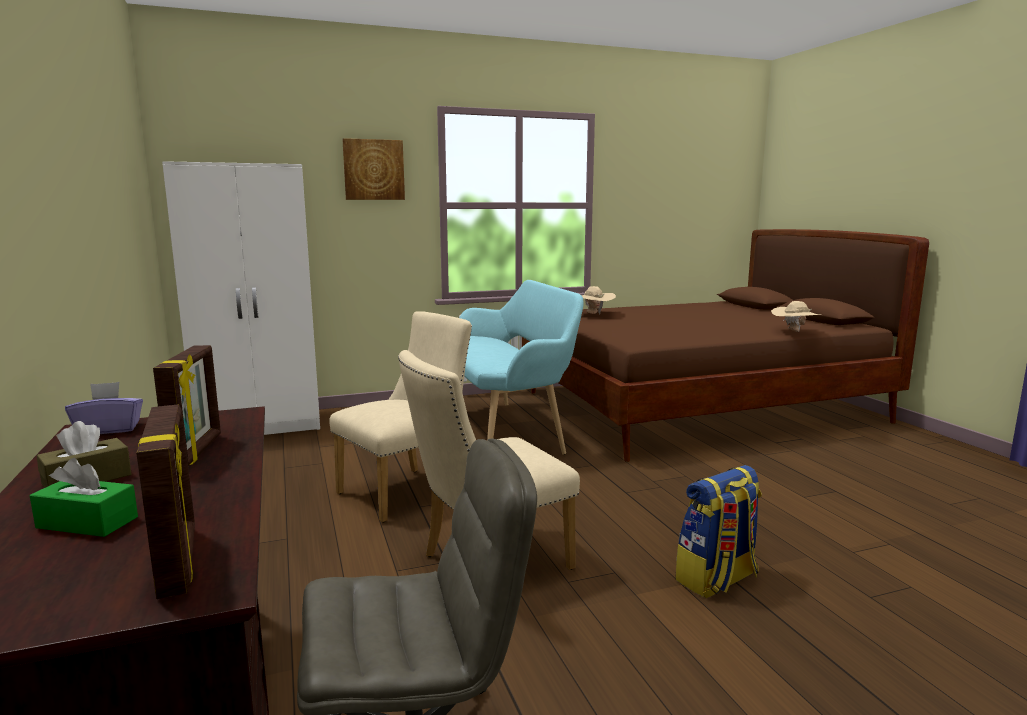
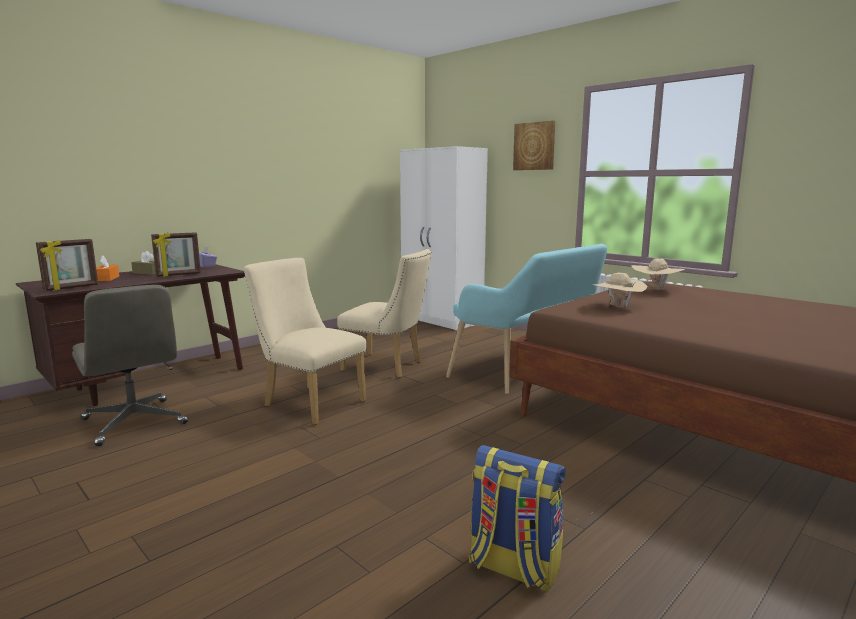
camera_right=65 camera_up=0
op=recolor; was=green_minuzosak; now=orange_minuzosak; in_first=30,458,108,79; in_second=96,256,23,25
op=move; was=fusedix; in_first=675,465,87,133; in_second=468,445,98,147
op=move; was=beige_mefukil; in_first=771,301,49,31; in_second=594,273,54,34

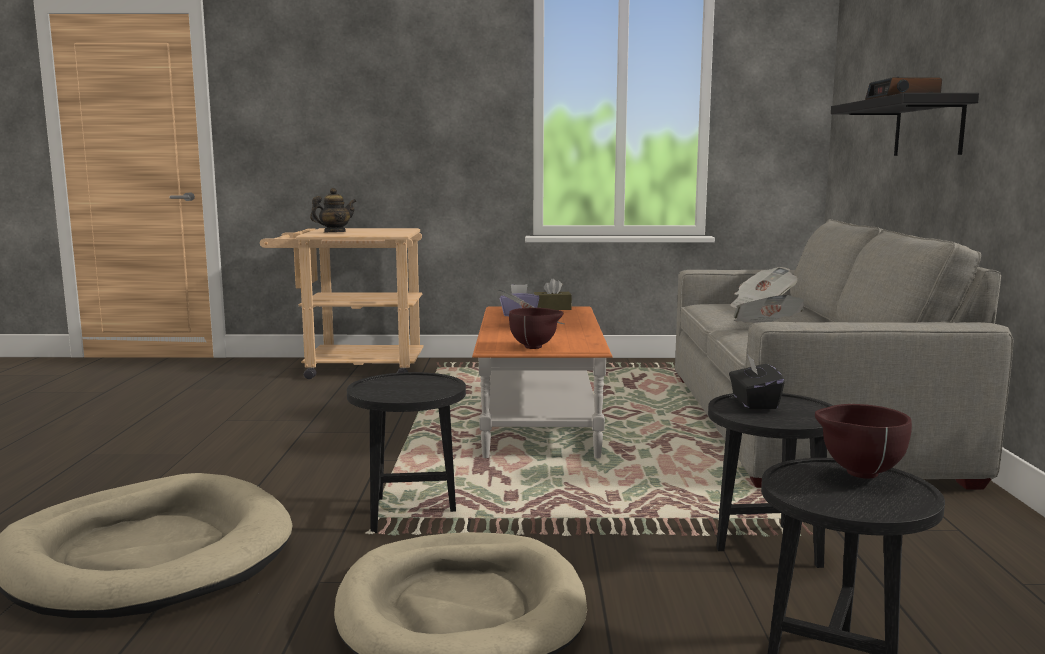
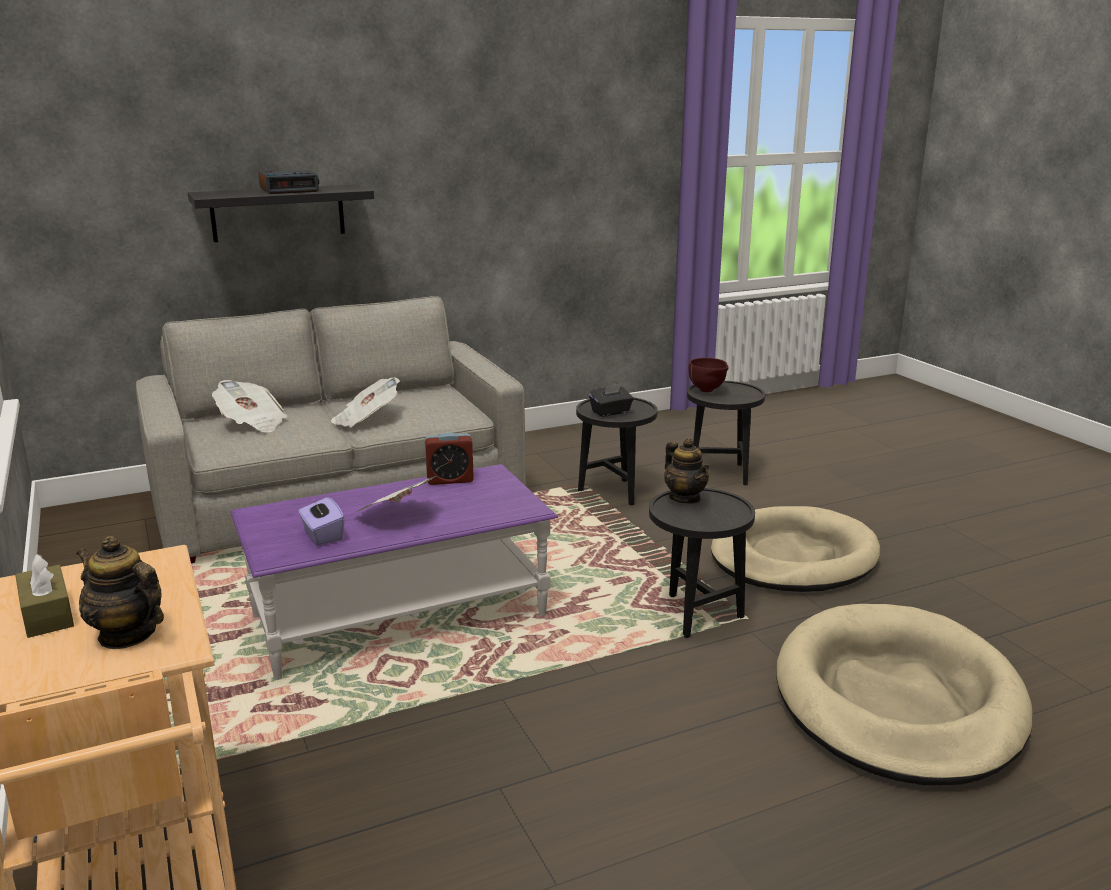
camera_right=-115 camera_up=10
op=move; was=brown_minuzosak; in_first=534,279,38,31; in_second=15,554,59,84
op=recolor; was=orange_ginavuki; now=purple_ginavuki; in_first=472,306,141,152; in_second=230,464,328,216
op=insert; now=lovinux; in_second=425,432,49,53
op=insert; now=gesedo; in_second=664,438,46,66
op=delete; was=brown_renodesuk; in_first=509,308,54,41

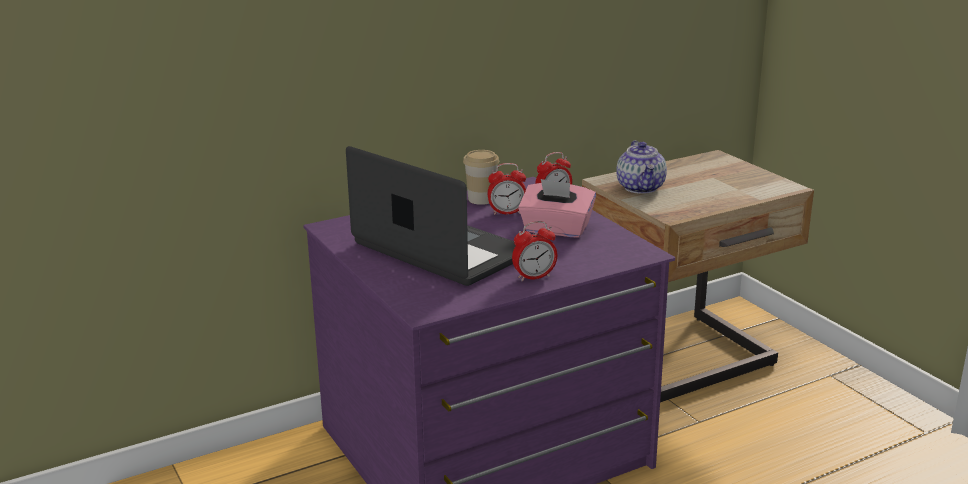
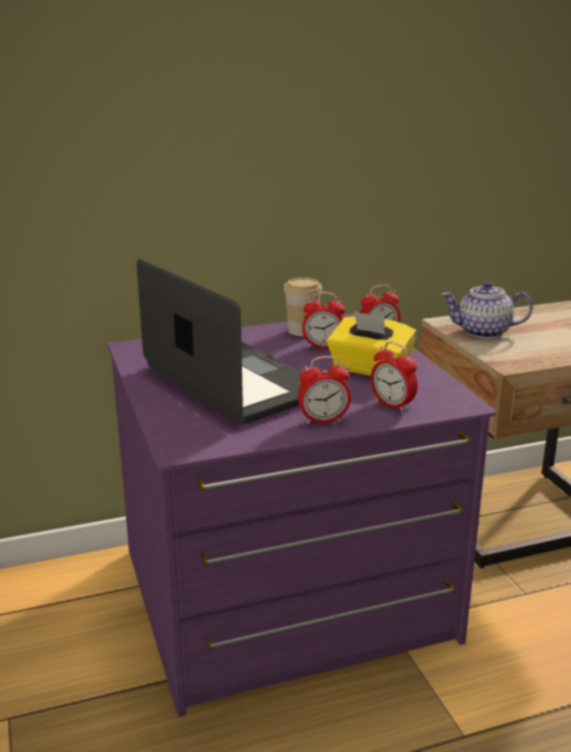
camera_right=10 camera_up=0
op=recolor; was=pink_minuzosak; now=yellow_minuzosak; in_first=518,179,78,59; in_second=327,311,90,65
op=insert; now=lovinux; in_second=370,342,48,70
op=rotate; was=gesedo; in_first=616,140,51,54; in_second=442,281,91,58; clockwise=90

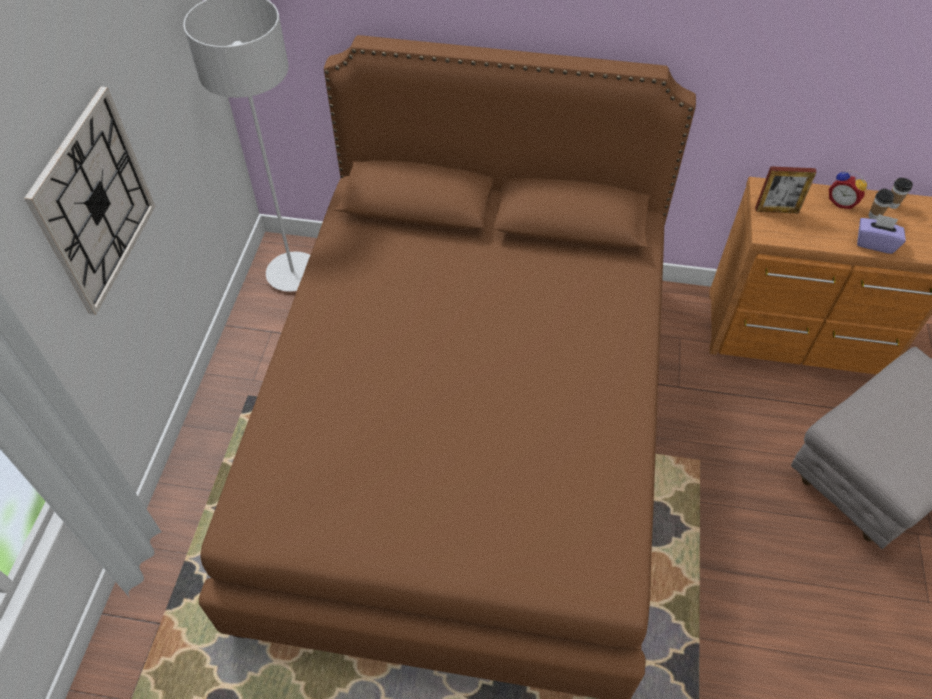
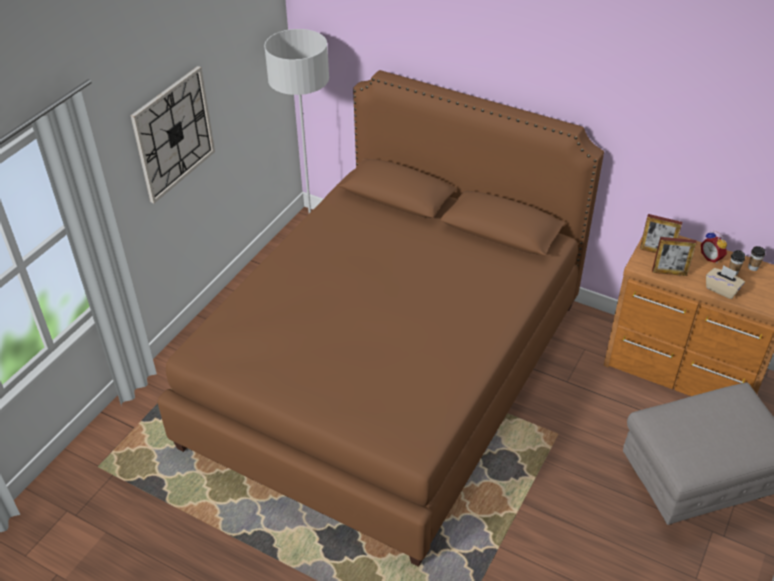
camera_right=20 camera_up=-10
op=insert; now=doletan; in_second=652,237,45,39
op=recolor; was=purple_minuzosak; now=beige_minuzosak; in_first=857,214,49,40; in_second=706,265,39,34

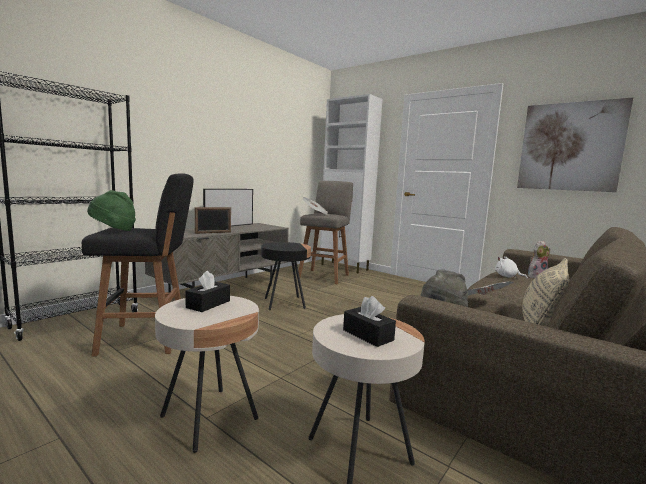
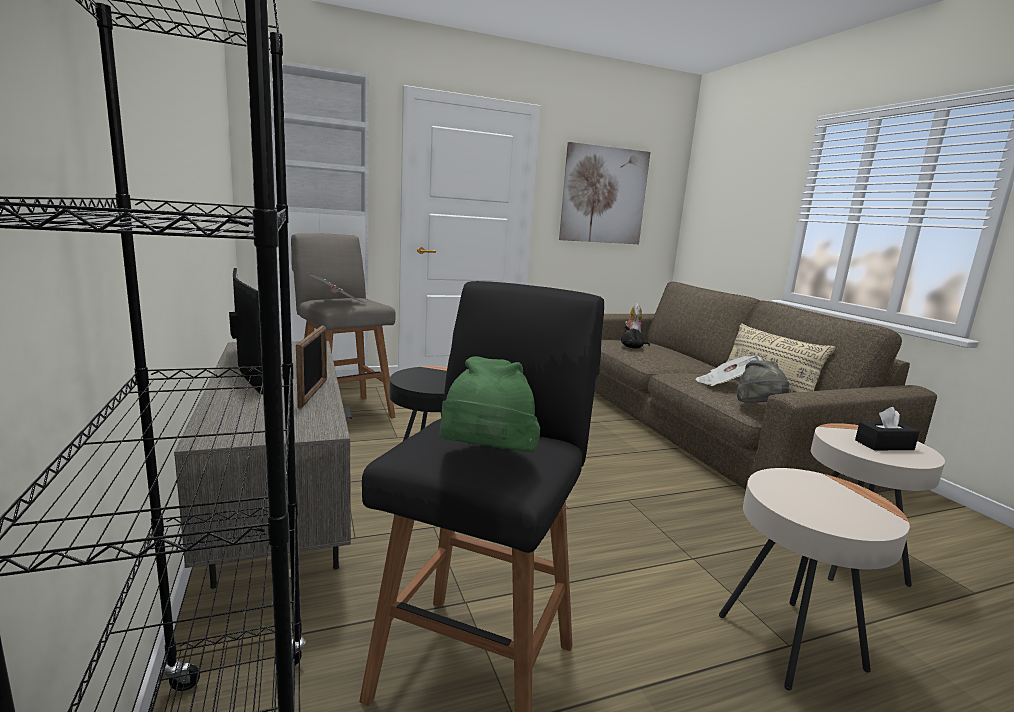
camera_right=-60 camera_up=5
op=recolor; was=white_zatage; now=black_zatage; in_first=495,256,33,23; in_second=621,326,29,22
op=delete; was=black_minuzosak; in_first=185,271,45,41

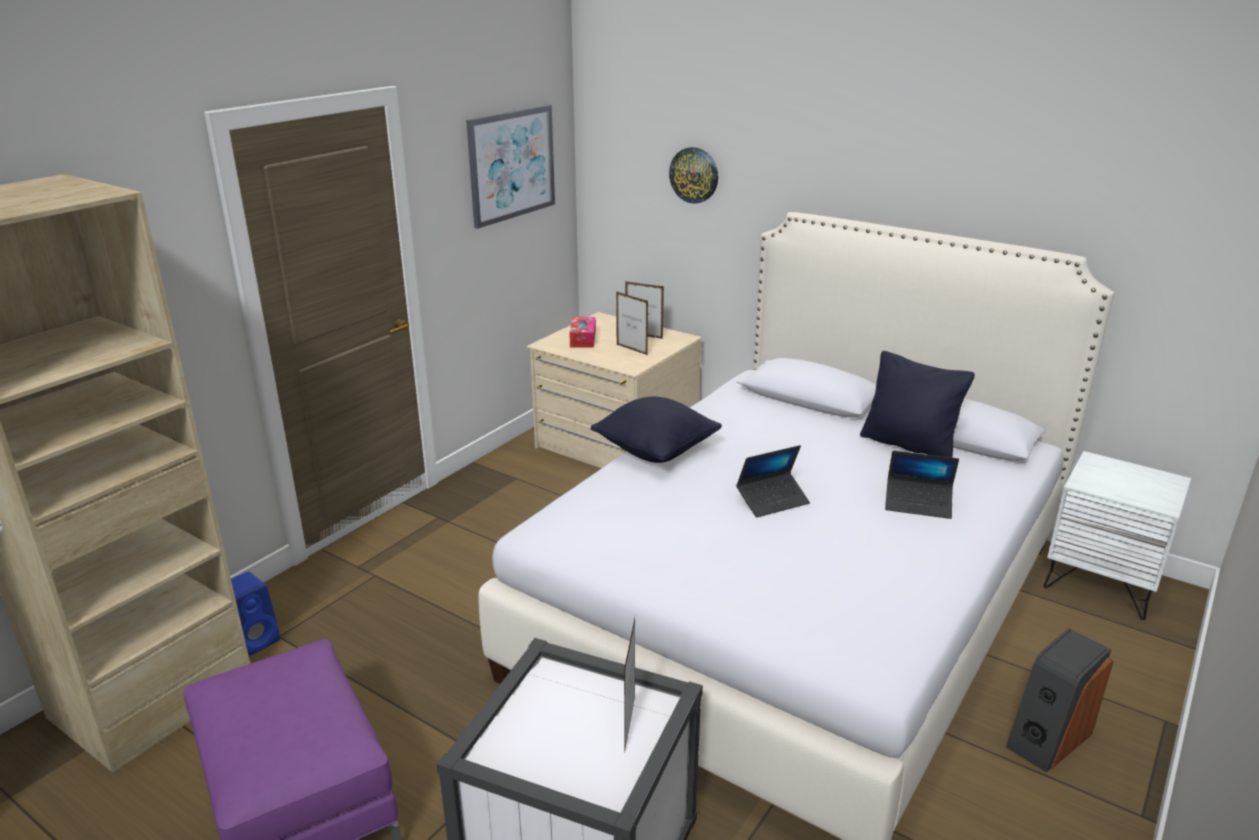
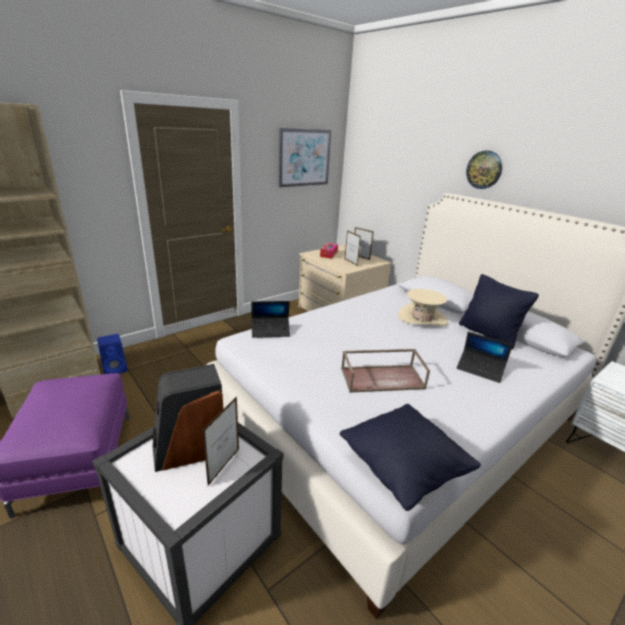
camera_right=15 camera_up=0
op=move; was=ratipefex; in_first=1006,628,107,145; in_second=152,364,71,108
op=move; was=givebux; in_first=736,445,74,72; in_second=251,301,39,37
op=move; was=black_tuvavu; in_first=590,397,132,66; in_second=340,404,141,107
op=insert; now=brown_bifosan; in_second=341,349,89,44
op=insert; now=beige_mefukil; in_second=398,289,50,37
op=move; was=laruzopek; in_first=669,147,49,57; in_second=466,150,36,39

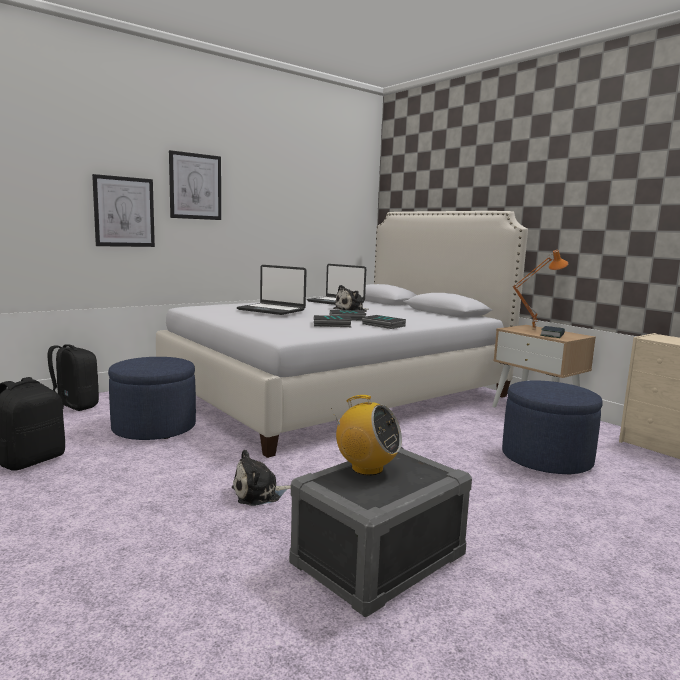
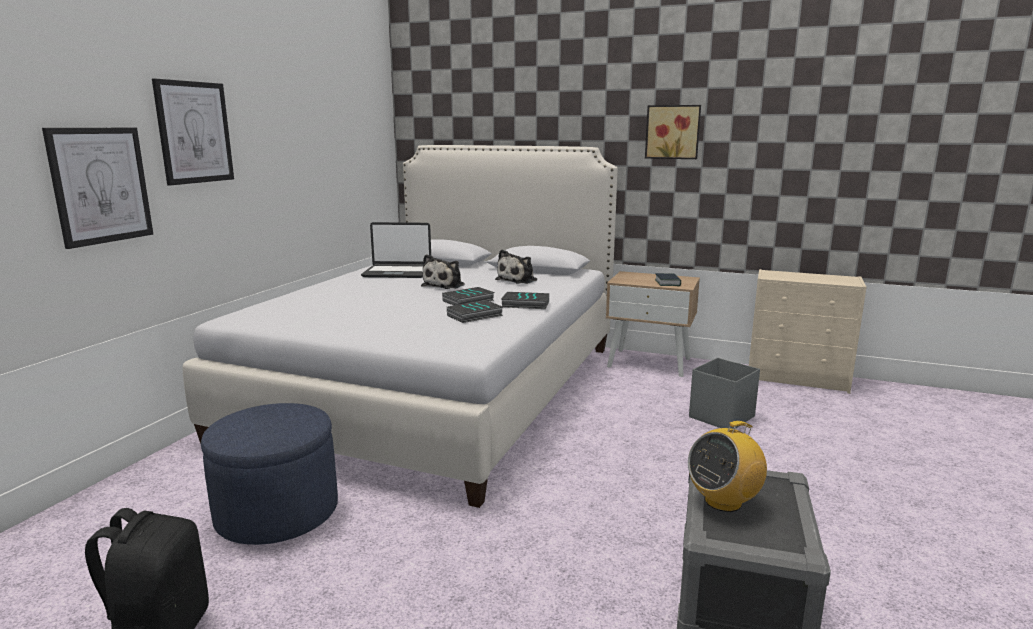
camera_right=-30 camera_up=5
op=move; was=zatage; in_first=232,450,59,56; in_second=495,249,42,35
op=insert; now=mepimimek; in_second=645,105,56,54
op=rotate; was=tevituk; in_first=331,395,71,81; in_second=688,421,79,91; clockwise=150
op=replace; was=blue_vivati; now=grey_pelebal; in_first=502,380,101,95; in_second=689,358,71,71
op=delete; was=black_fusedix; in_first=48,344,51,67
op=delete; was=givebux; in_first=237,265,70,50
op=delete; was=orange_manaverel; in_first=512,250,56,78

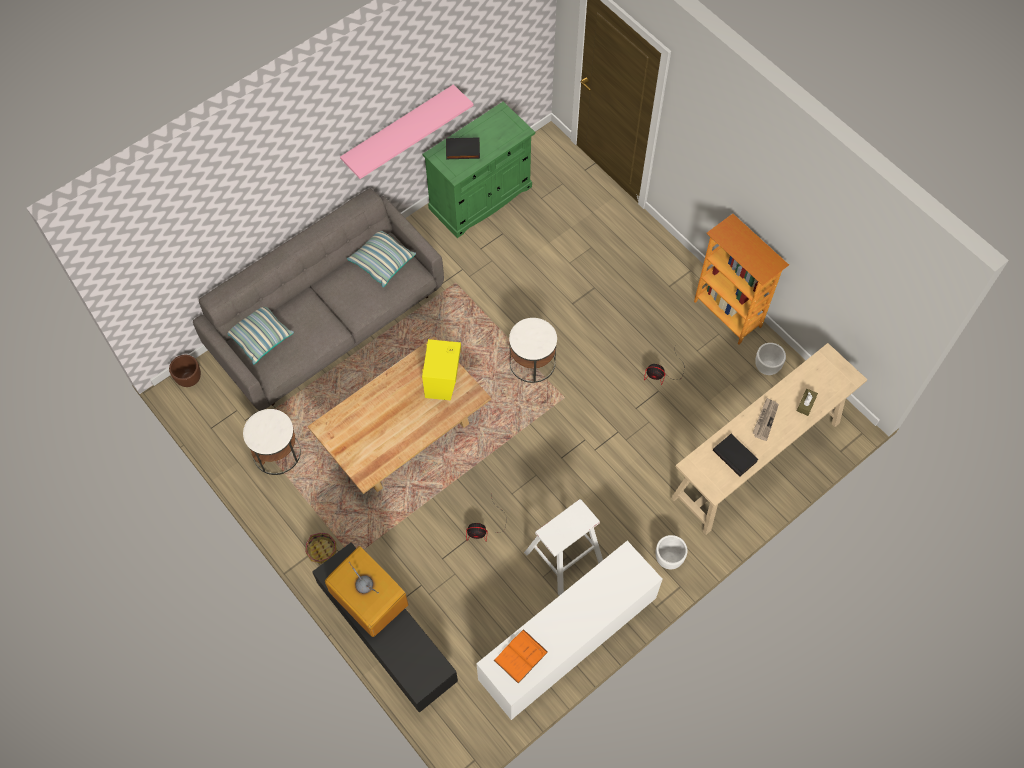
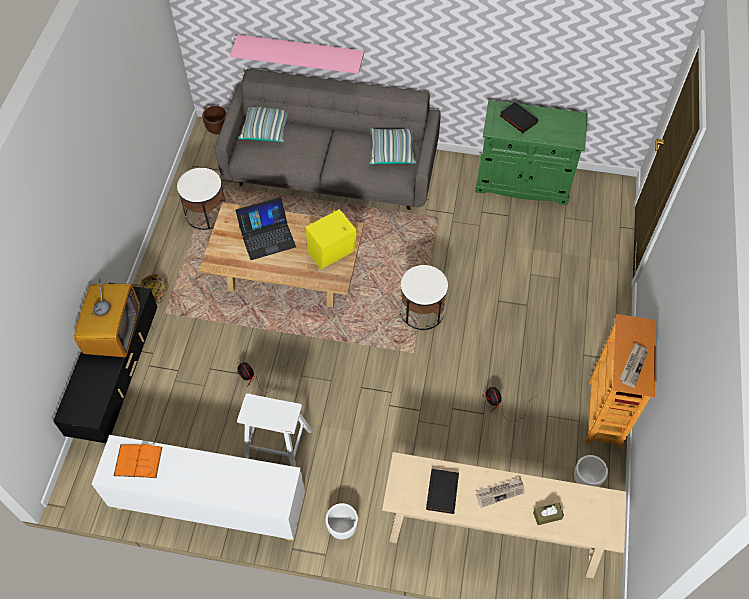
camera_right=50 camera_up=-5
op=move; was=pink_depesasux; in_first=340,84,133,95; in_second=230,35,134,39
op=insert; now=givebux; in_second=236,197,60,63
op=insert; now=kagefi; in_second=620,342,28,46

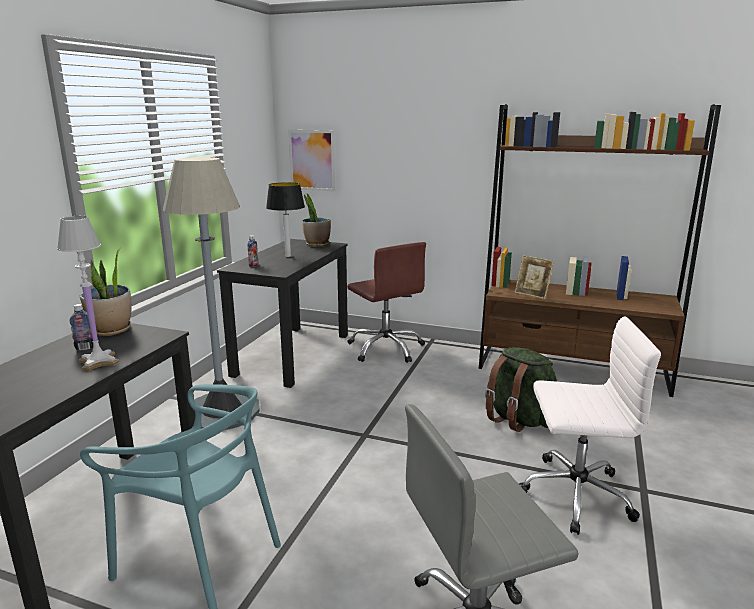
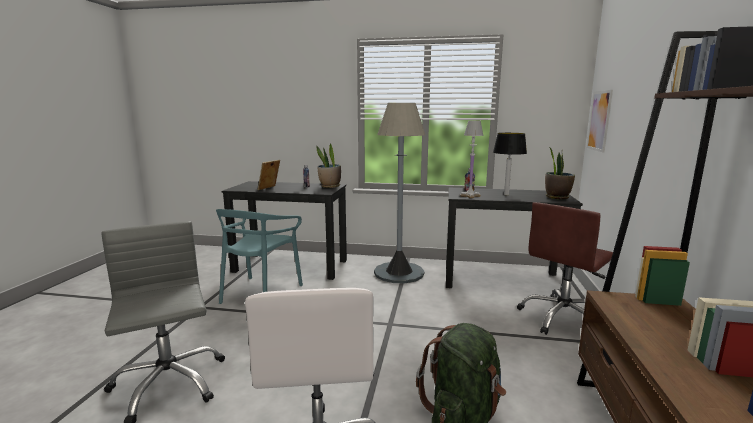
camera_right=80 camera_up=-5
op=move; was=doletan; in_first=515,255,39,44; in_second=258,160,22,30
op=move; was=white_manaverel; in_first=57,216,62,155; in_second=460,120,24,78

